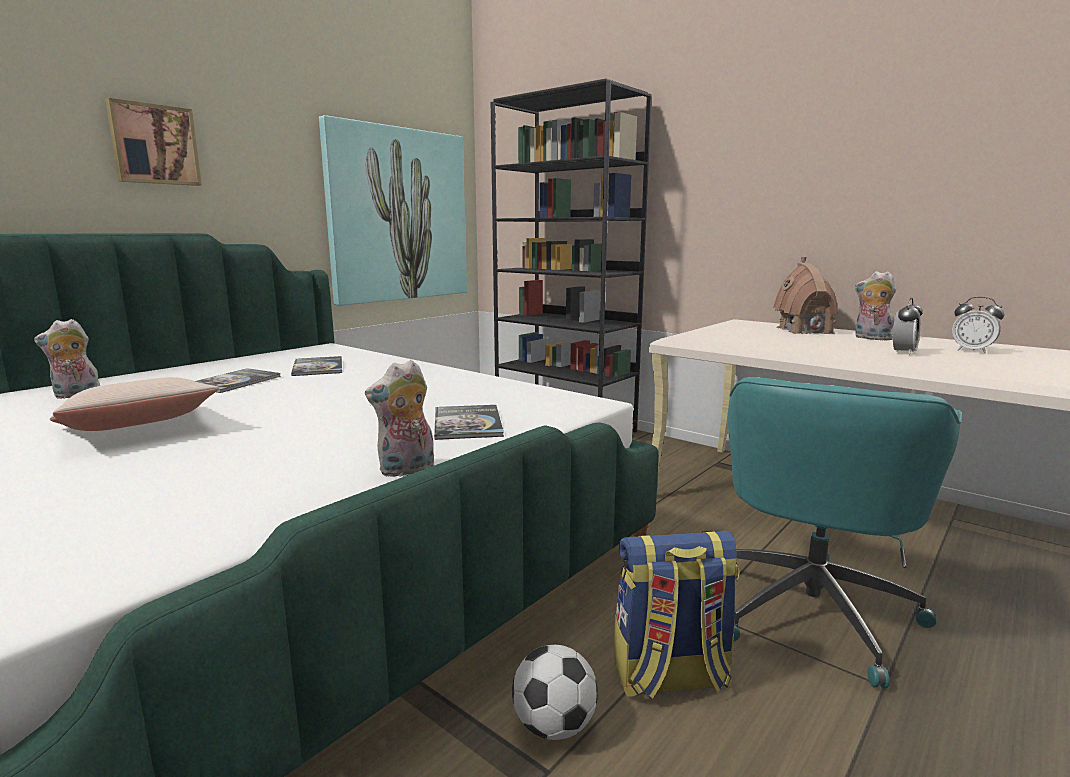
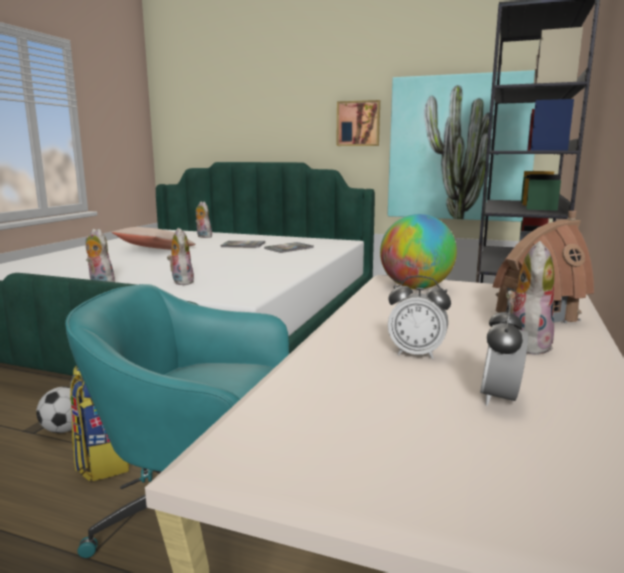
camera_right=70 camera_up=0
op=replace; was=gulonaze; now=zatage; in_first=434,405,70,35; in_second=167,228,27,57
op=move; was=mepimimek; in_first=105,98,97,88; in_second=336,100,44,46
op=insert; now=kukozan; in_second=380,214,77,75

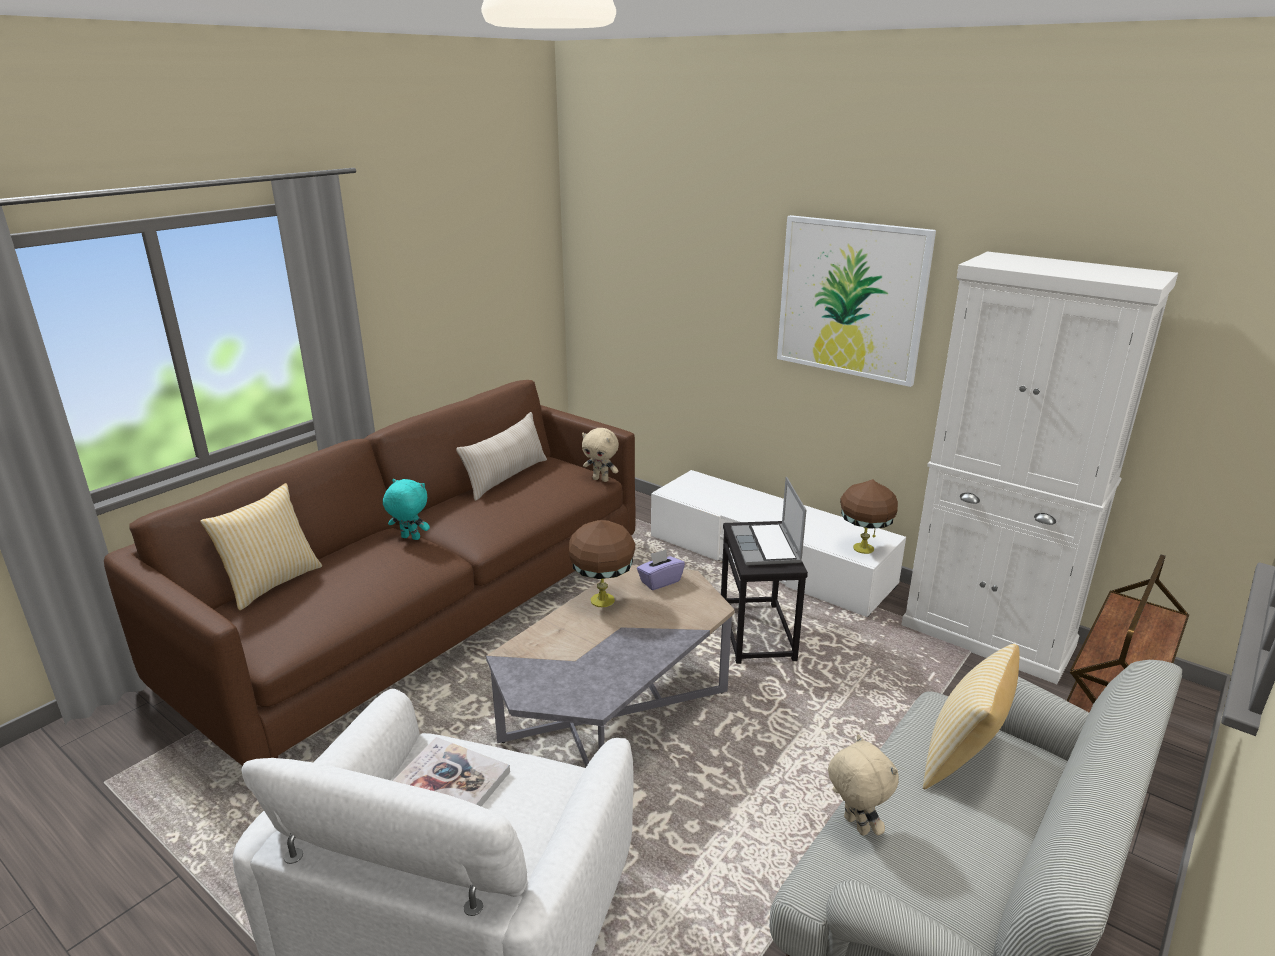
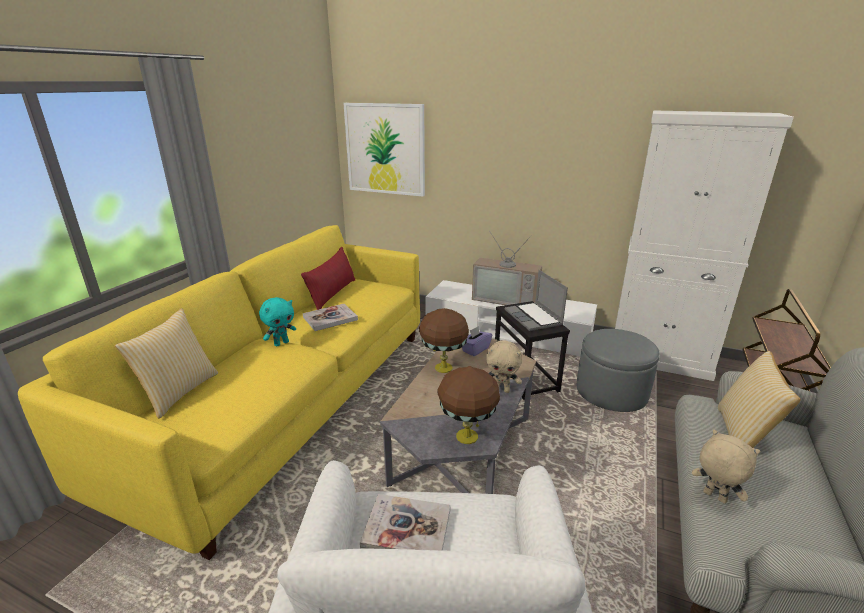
camera_right=-15 camera_up=0
op=recolor; was=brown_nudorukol; now=yellow_nudorukol; in_first=104,380,532,386; in_second=18,225,402,335
op=rotate; was=turquoise_zatage; in_first=383,479,47,61; in_second=259,297,37,50; clockwise=135
op=recolor; was=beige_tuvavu; now=red_tuvavu; in_first=456,412,91,89; in_second=301,247,54,63
op=insert; now=gulonaze; in_second=303,304,55,27
op=move; was=mepimimek; in_first=777,215,159,172; in_second=343,103,82,94
op=move; was=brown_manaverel; in_first=840,479,58,75; in_second=437,366,63,78
op=insert; now=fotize; in_second=472,230,70,75
op=move; was=beige_zatage; in_first=582,428,37,54; in_second=486,340,36,53
op=insert; now=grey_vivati; in_second=577,329,83,83

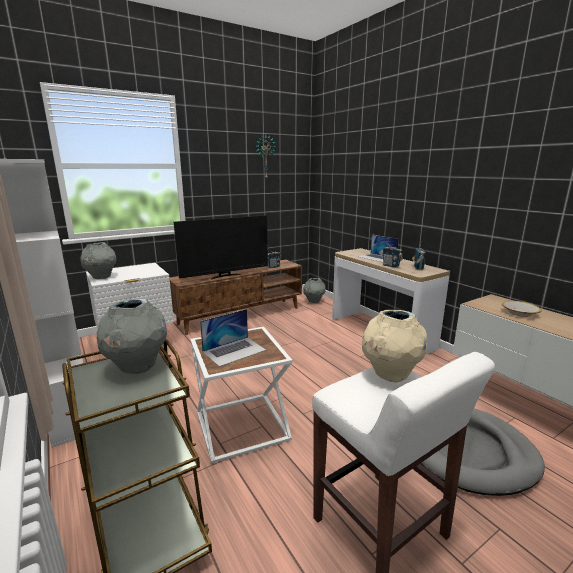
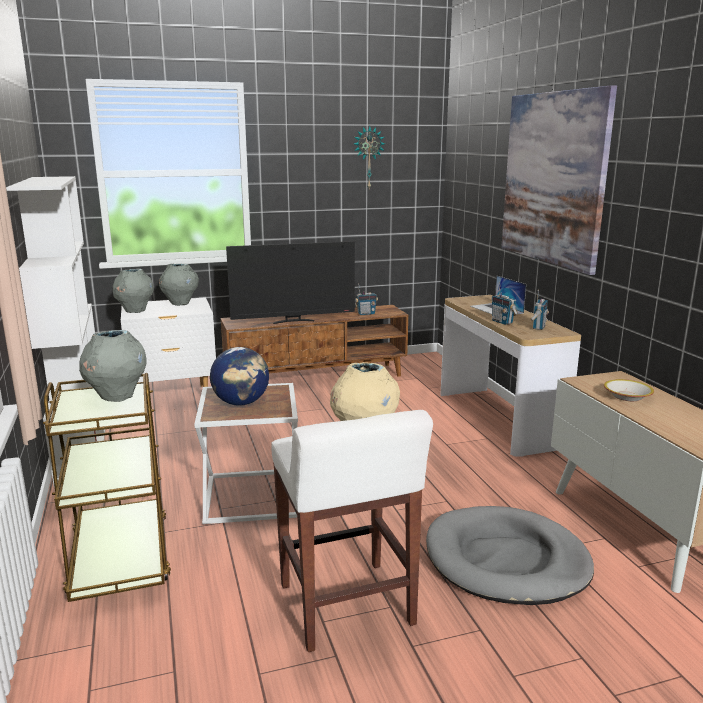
camera_right=15 camera_up=0
op=move; was=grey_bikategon; in_first=303,278,23,25; in_second=159,264,40,42
op=replace; was=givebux; now=kukozan; in_first=200,309,66,58; in_second=210,347,59,59
op=insert; now=mepimimek; in_second=501,85,116,190

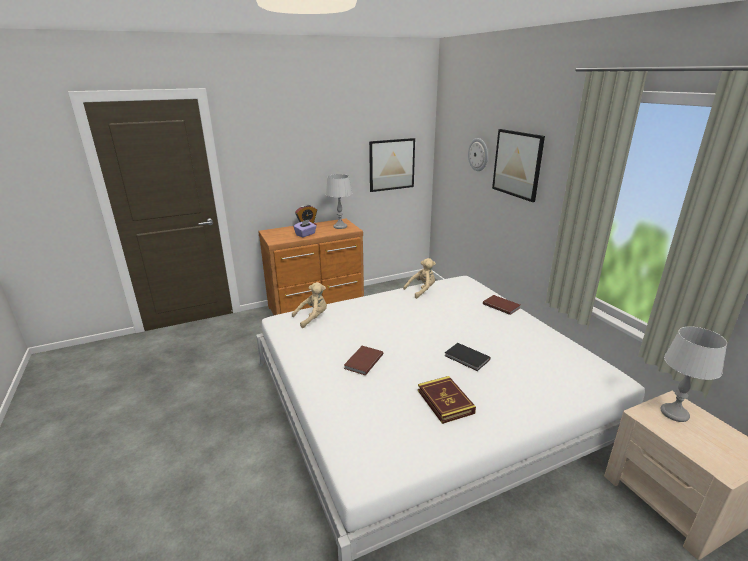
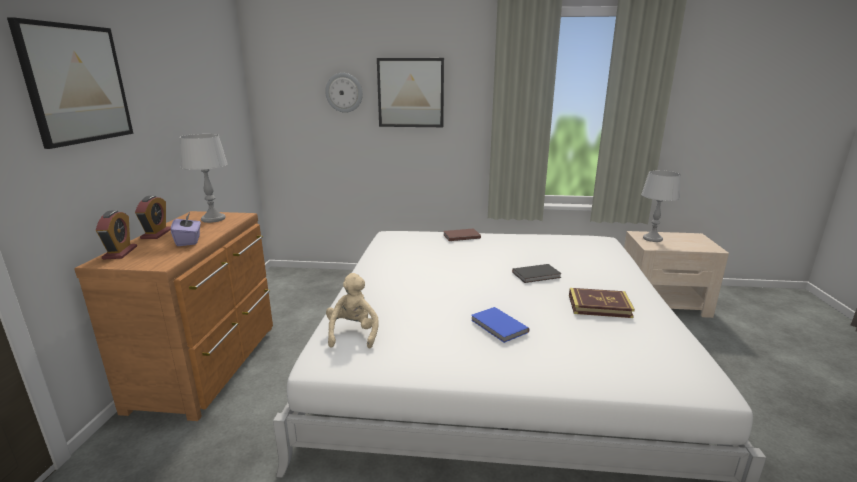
camera_right=-60 camera_up=-5
op=move; was=mepimimek; in_first=369,138,46,54; in_second=7,17,126,132
op=insert; now=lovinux; in_second=96,210,41,50
op=recolor; was=brown_gulonaze; now=blue_gulonaze; in_first=344,346,39,29; in_second=471,307,59,36
op=delete; was=beige_zatage; in_first=403,258,33,41

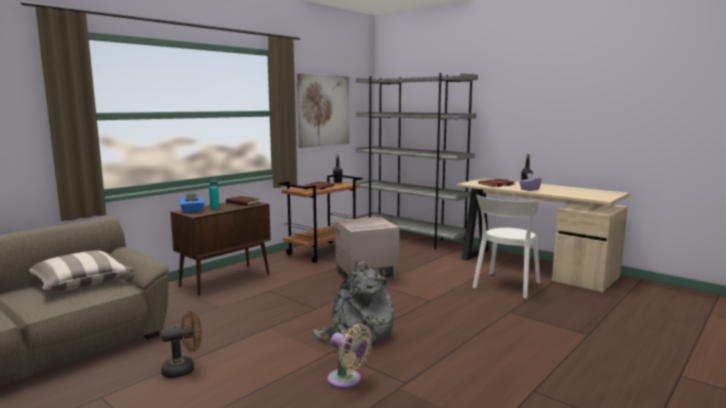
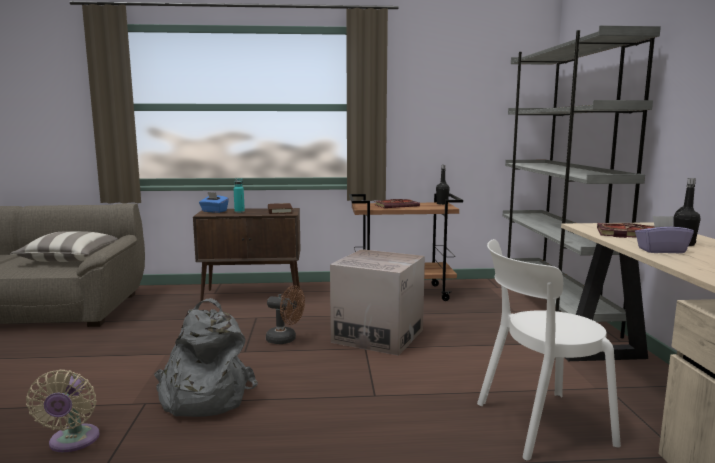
camera_right=45 camera_up=0
op=move; was=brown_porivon; in_first=161,310,41,68; in_second=266,285,39,59
op=delete; was=mepimimek; in_first=297,73,52,75

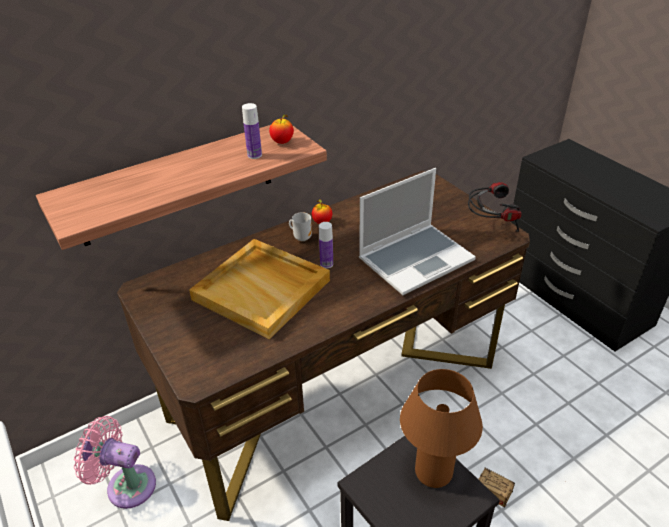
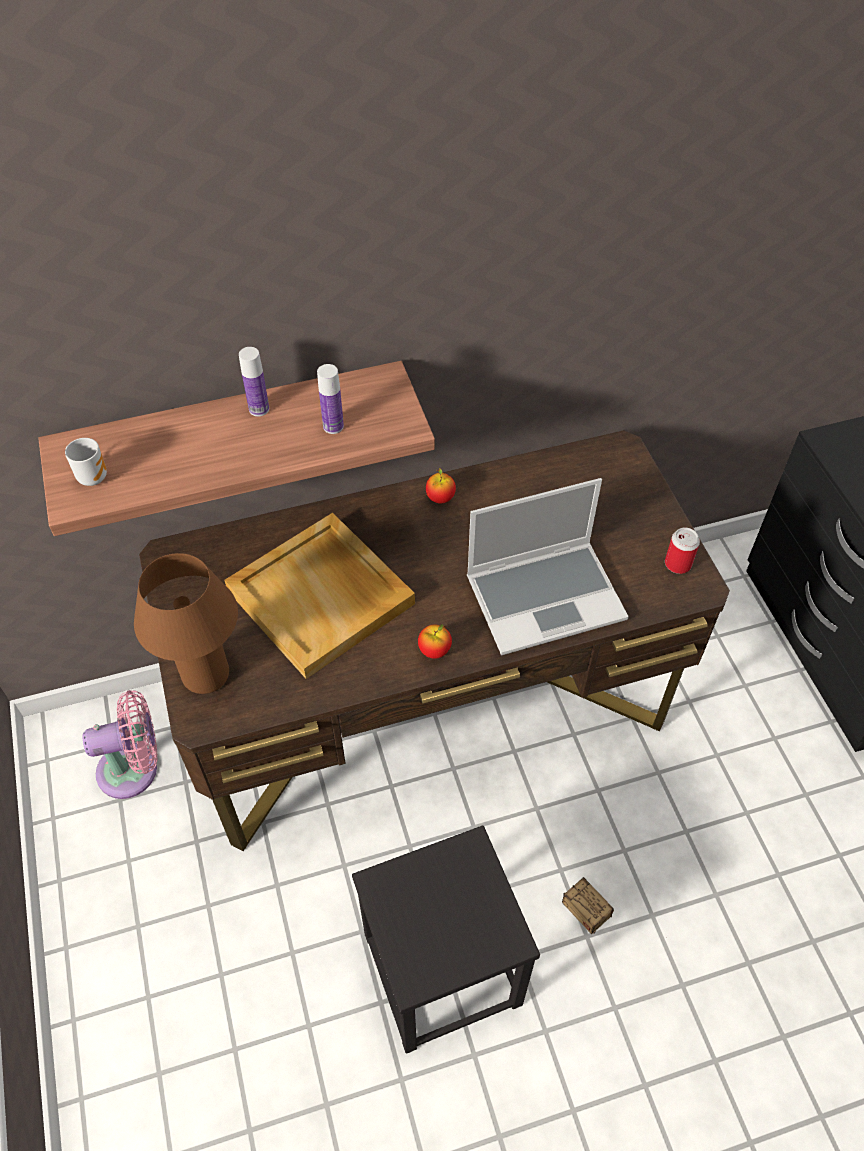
camera_right=15 camera_up=15
op=move; was=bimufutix; in_first=289,212,23,29; in_second=65,438,42,48
op=rotate; was=pink_porivon; in_first=74,416,82,93; in_second=83,690,74,109; clockwise=135
op=move; was=brown_manaverel; in_first=400,369,83,119; in_second=134,553,104,141
op=move; was=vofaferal; in_first=319,222,14,46; in_second=239,347,30,69
op=move; was=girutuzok; in_first=269,114,25,30; in_second=418,624,34,35
op=replace; was=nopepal; now=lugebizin; in_first=468,182,54,50; in_second=665,527,35,47

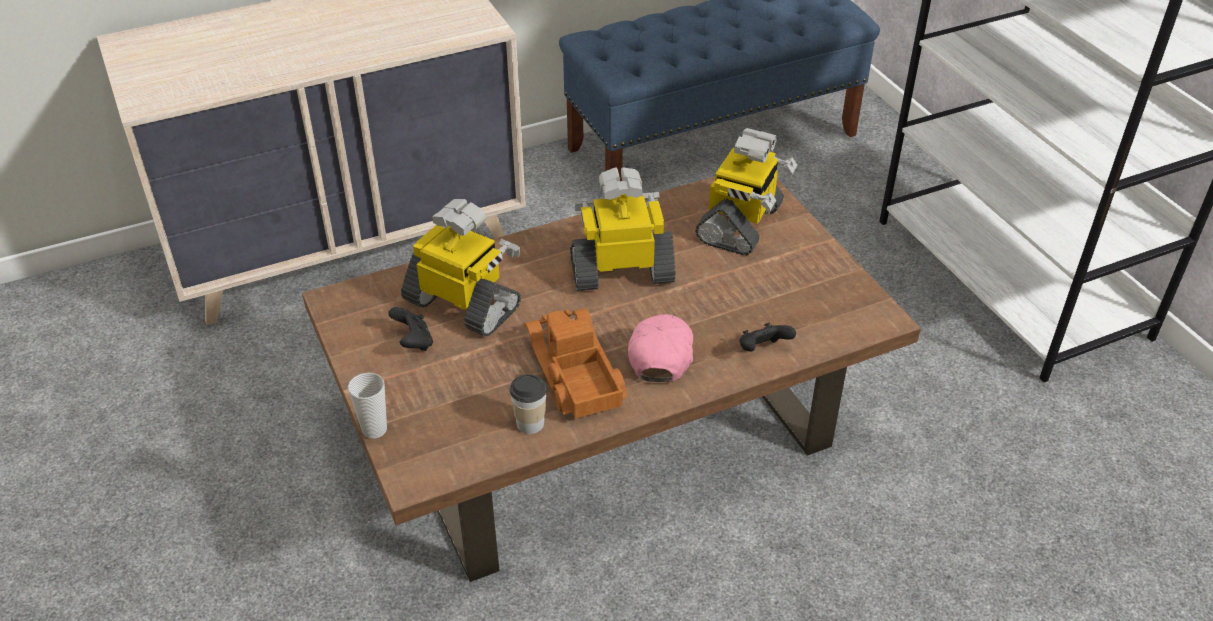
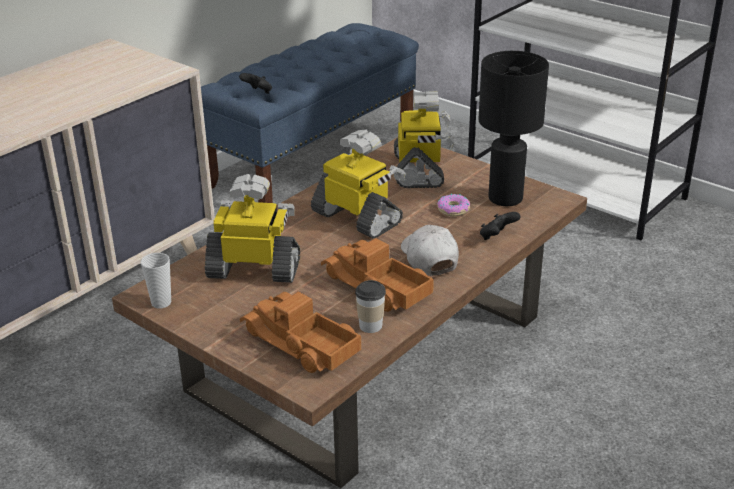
camera_right=-25 camera_up=-10
op=move; was=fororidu; in_first=348,372,39,67; in_second=141,253,30,56
op=move; was=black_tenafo; in_first=388,307,45,44; in_second=239,73,33,21
op=insert; now=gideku; in_second=240,292,121,81
op=rotate; was=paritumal; in_first=570,167,106,124; in_second=311,130,94,108; clockwise=75
op=recolor; was=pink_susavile; now=white_susavile; in_first=628,314,65,68; in_second=401,225,58,51
op=insert; now=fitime; in_second=437,194,33,22
op=insert; now=black_manaverel; in_second=479,51,70,155

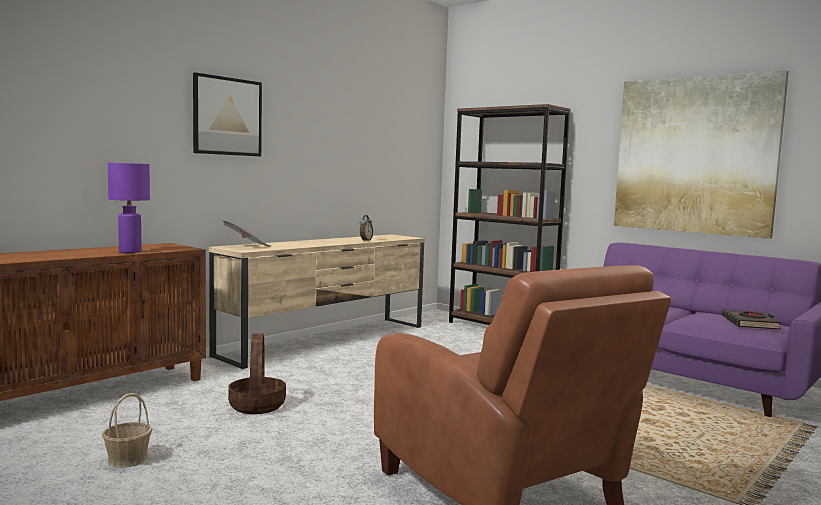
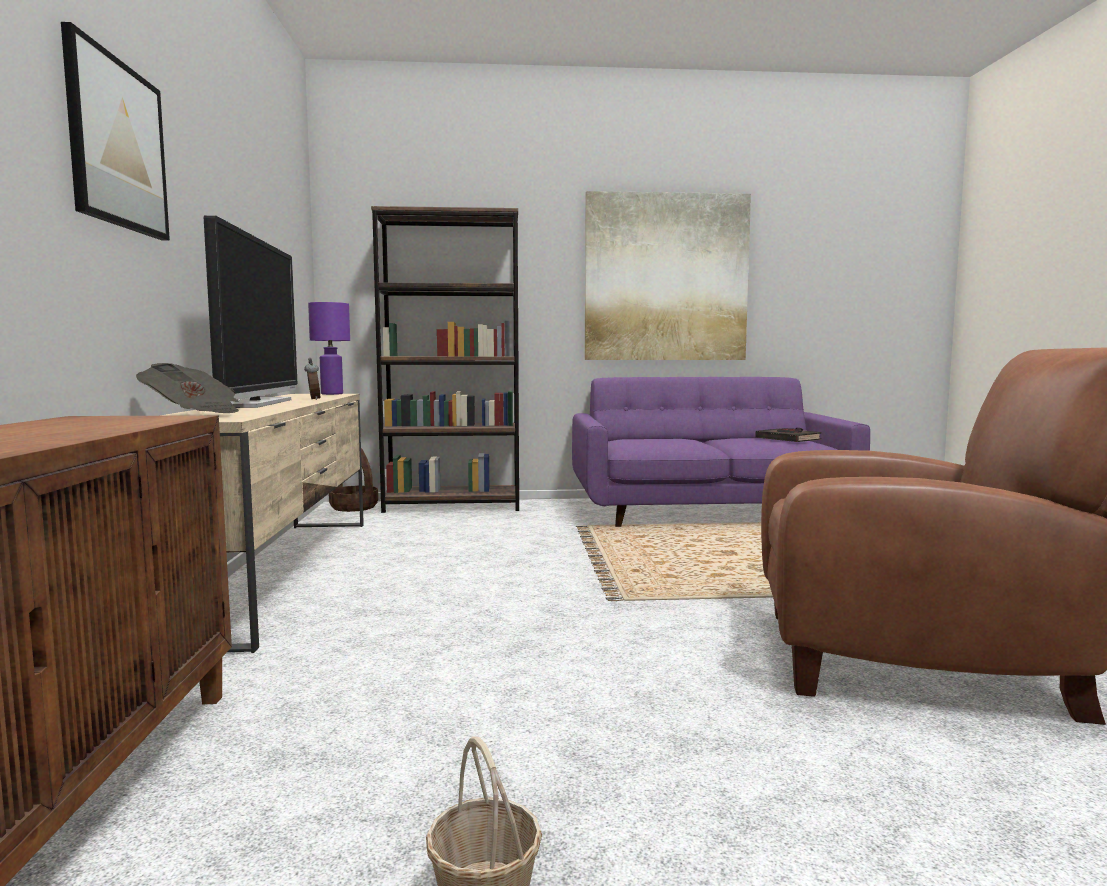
camera_right=-45 camera_up=0
op=insert; now=fotize; in_second=204,215,93,193
op=move; was=purple_manaverel; in_first=108,163,42,90; in_second=308,302,42,93
op=move; was=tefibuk; in_first=228,333,58,81; in_second=329,448,49,64

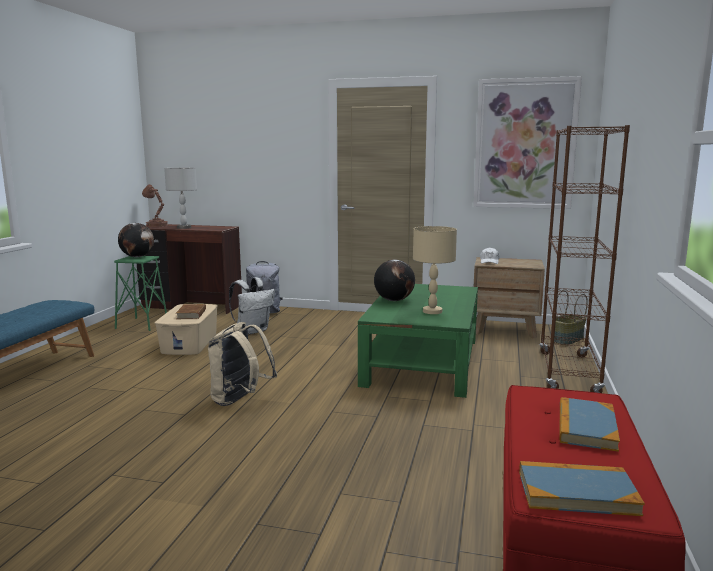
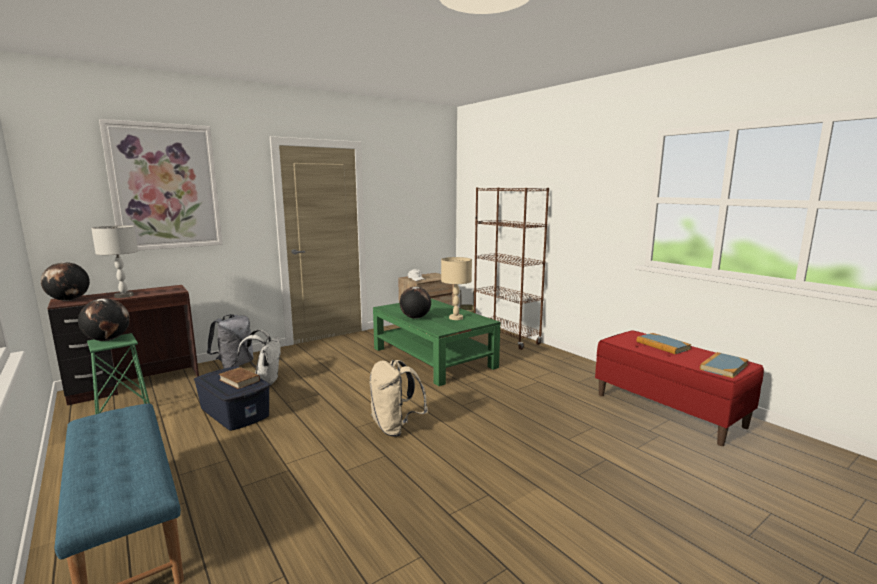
camera_right=-50 camera_up=0
op=replace; was=brown_manaverel; now=kukozan; in_first=142,184,26,43; in_second=41,262,49,39
op=move; was=mepimimek; in_first=473,76,109,133; in_second=99,119,124,132
op=recolor; was=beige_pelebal; now=blue_pelebal; in_first=155,304,63,51; in_second=194,366,76,65

